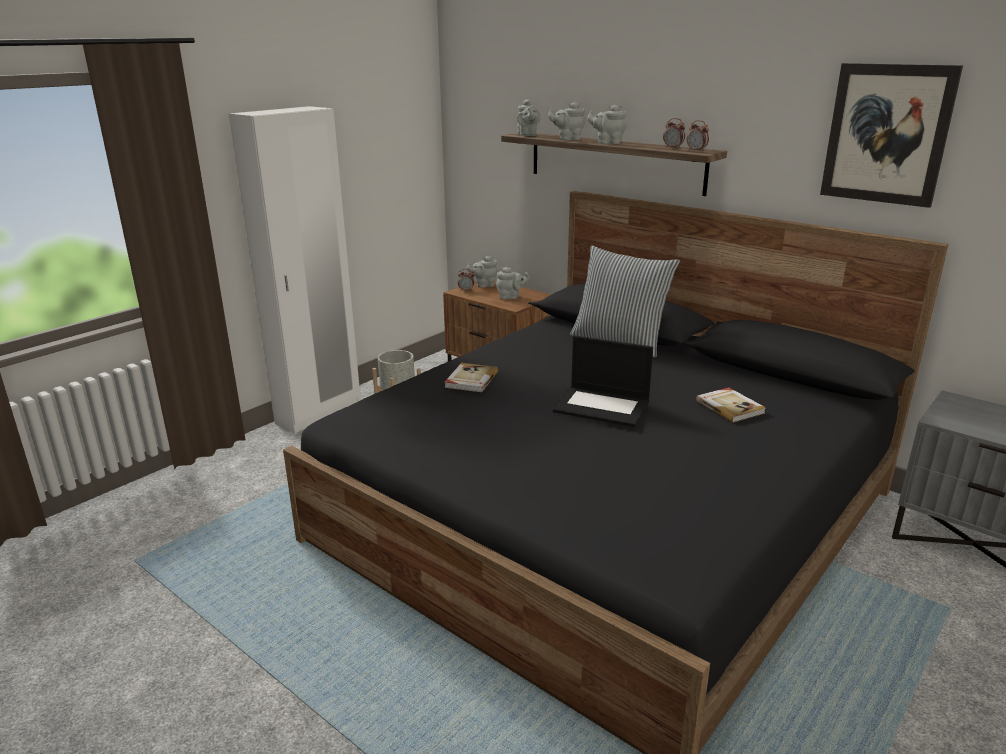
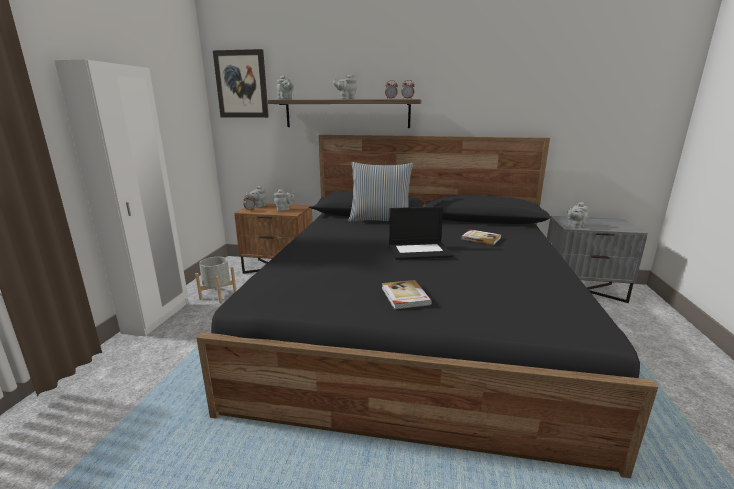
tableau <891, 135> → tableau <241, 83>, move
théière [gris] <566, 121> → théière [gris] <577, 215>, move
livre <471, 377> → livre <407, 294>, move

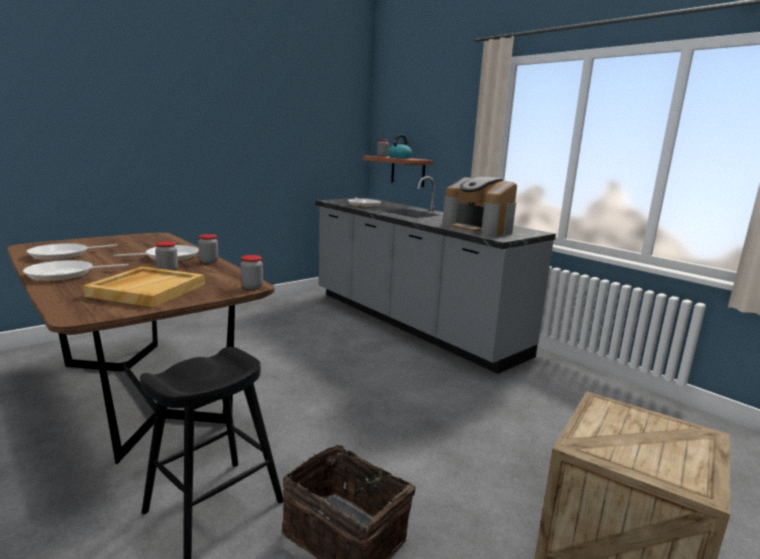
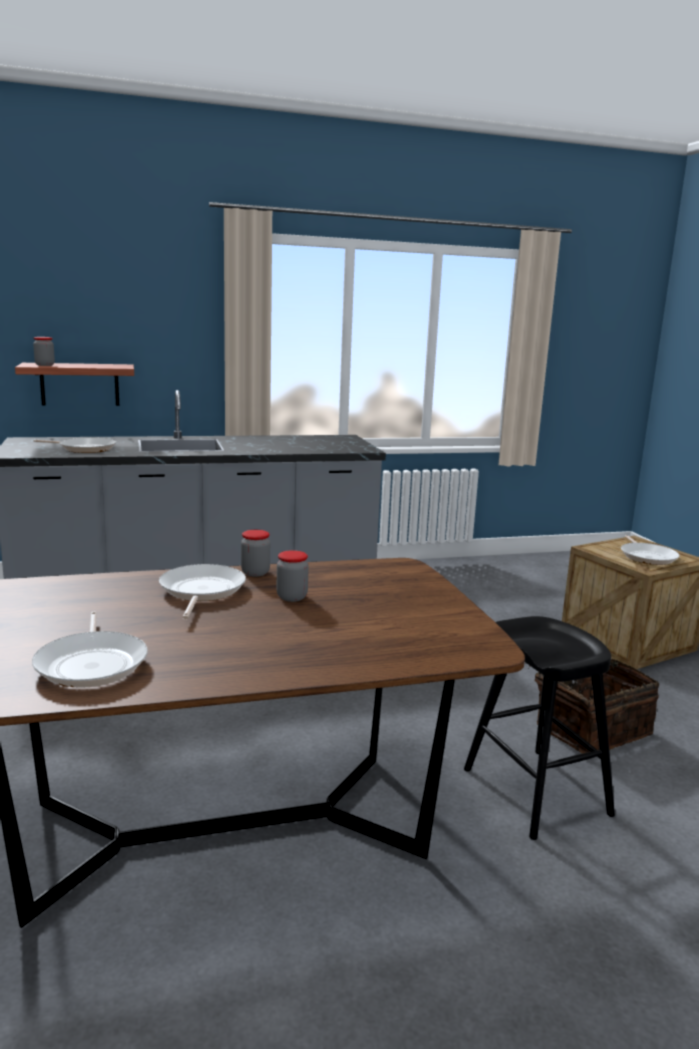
bouilloire <400, 146> → -
machine à café <479, 207> → -
bocal <251, 272> → -
poêle <75, 270> → poêle <650, 550>, move
plateau [beige] <144, 287> → -

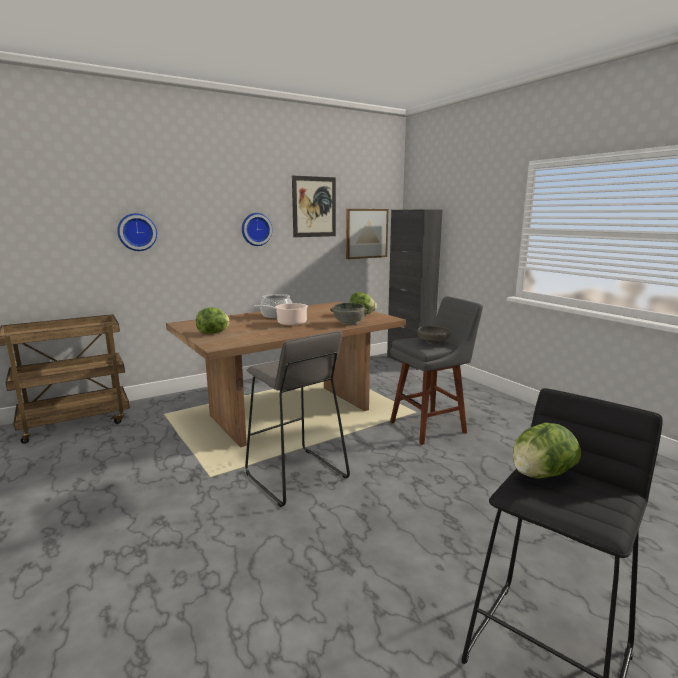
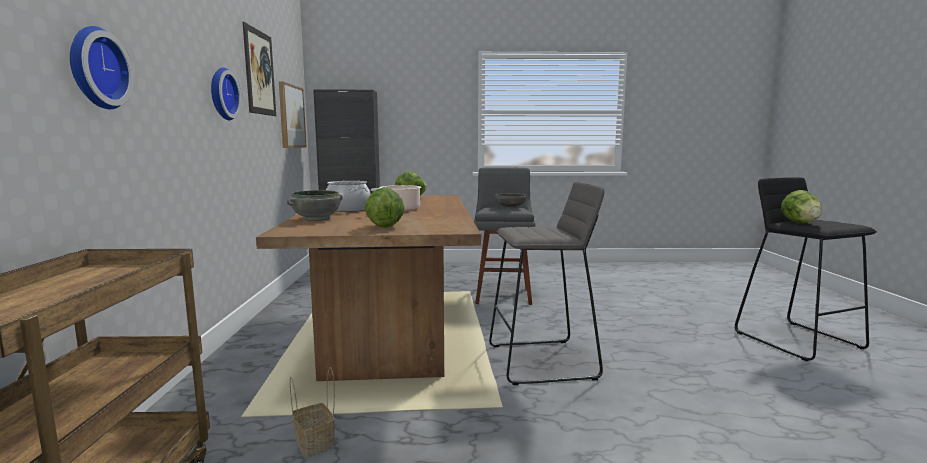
bol [gris] <349, 314> → bol [gris] <314, 205>, move
- → panier <312, 412>

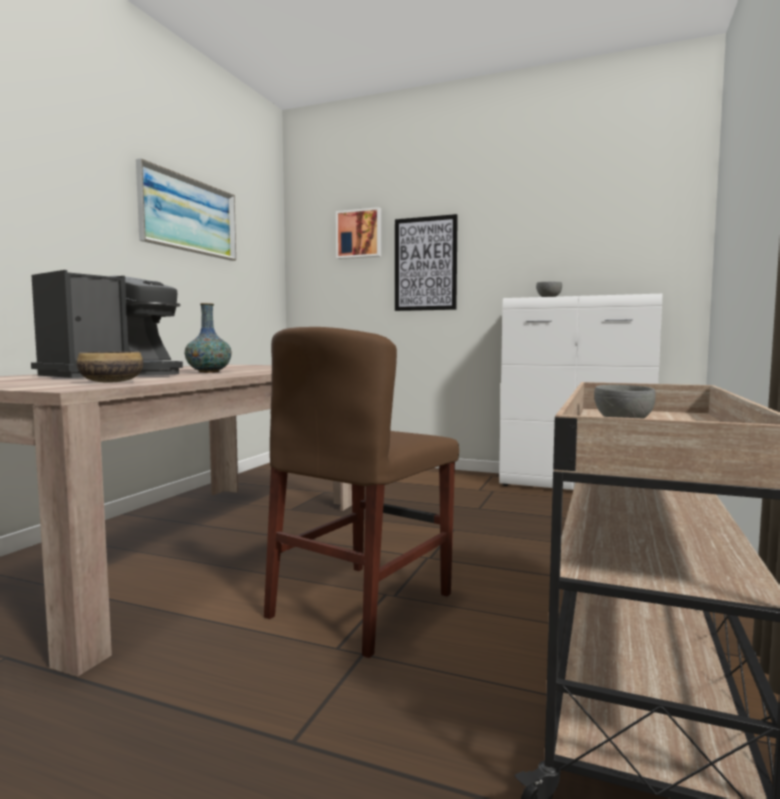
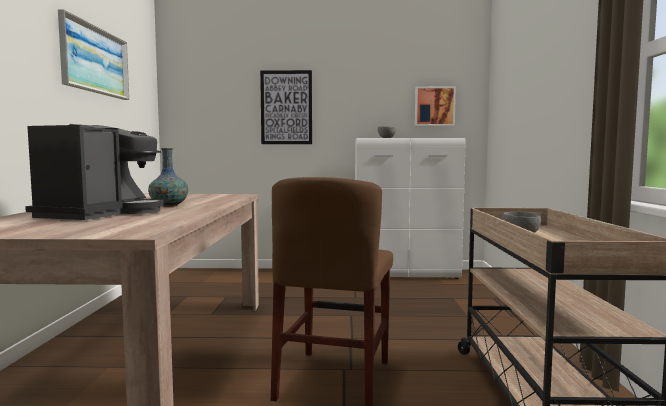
tableau <358, 233> → tableau <435, 106>, move
bol <110, 367> → -

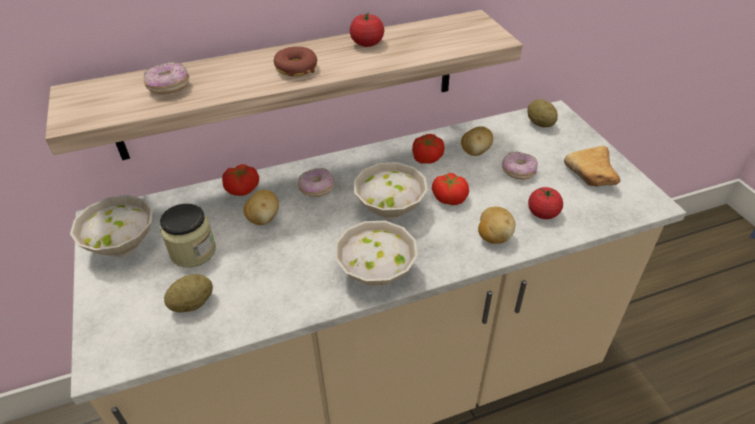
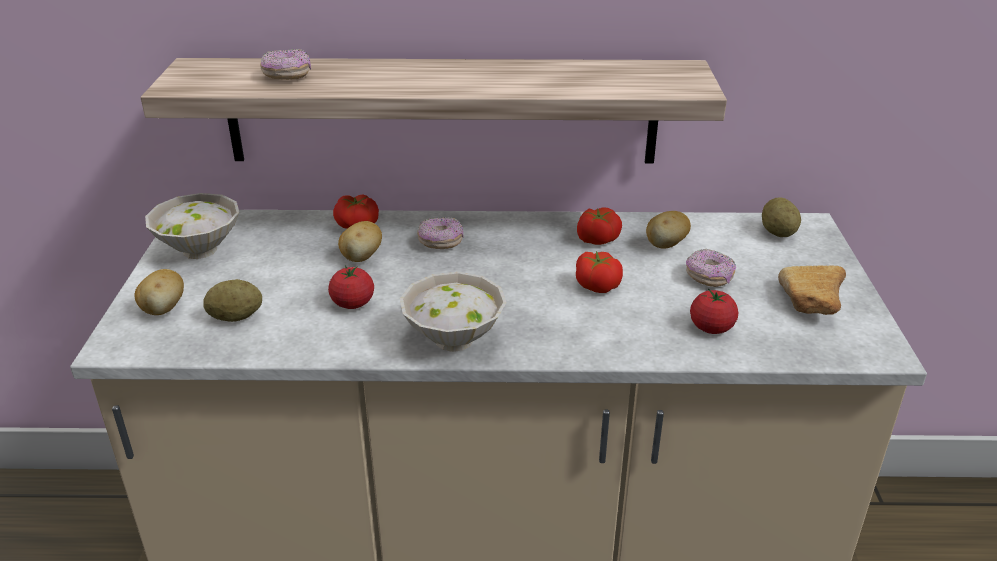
tomate <367, 29> → tomate <351, 287>, move
beignet <295, 61> → -
bol [blanc] <391, 191> → -
bocal <188, 235> → -
pomme de terre <496, 225> → pomme de terre <159, 292>, move

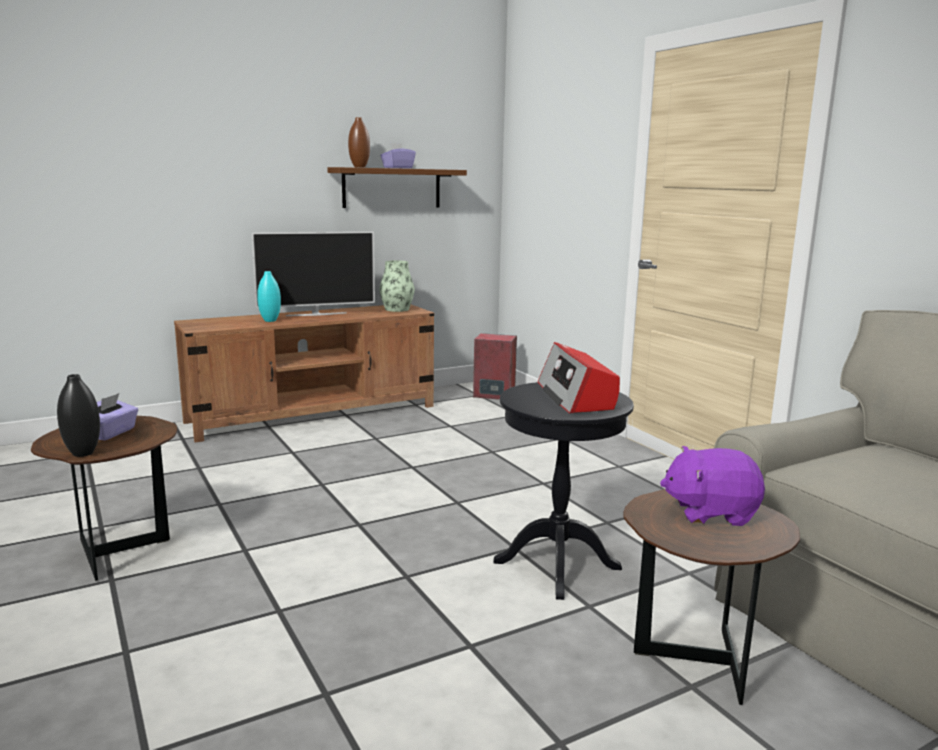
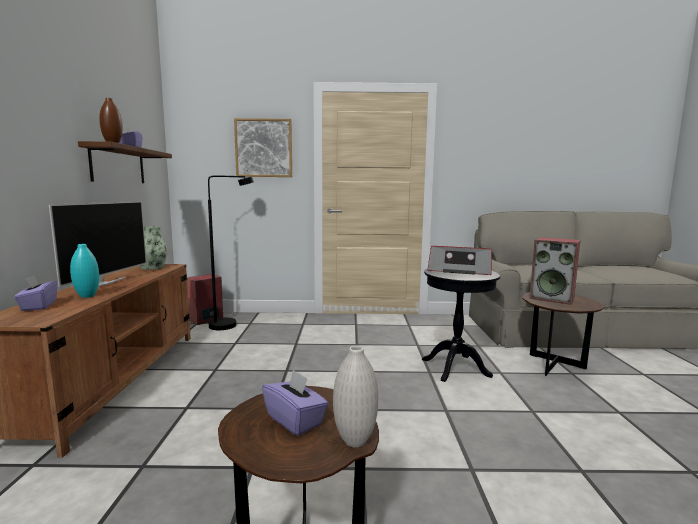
vase [noir] <78, 415> → vase [blanc] <355, 397>
peluche [violet] <712, 486> → enceinte <555, 271>
- → tableau <263, 147>
- → lampadaire [noir] <231, 252>
- → boîte à mouchoirs [violet] <35, 293>

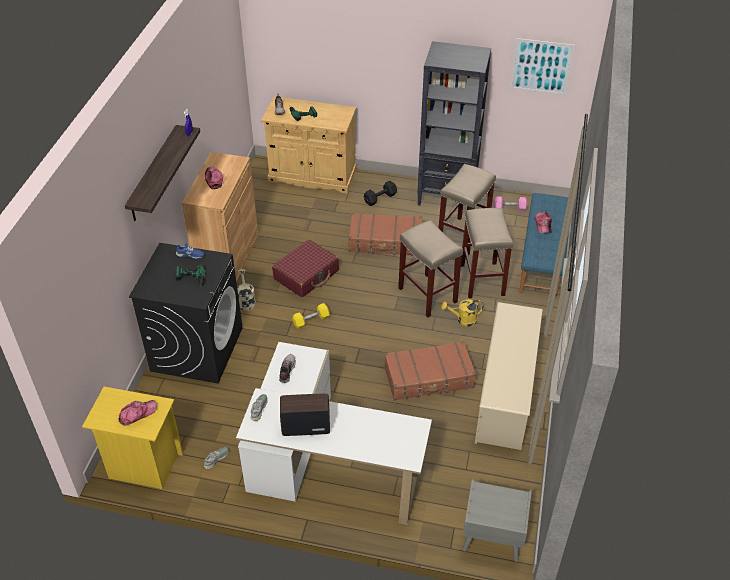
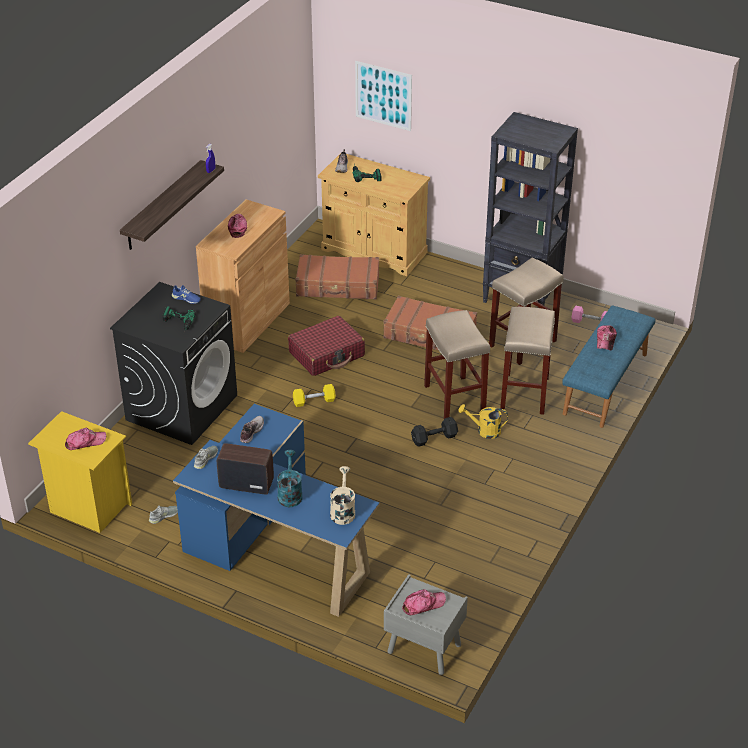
tableau <542, 66> → tableau <383, 96>, move
haltère [noir] <380, 193> → haltère [noir] <434, 432>, move
arrosoir [beige] <246, 290> → arrosoir [beige] <342, 495>, move
étagère à chaussures [beige] <509, 376> → -
valise [marron] <430, 371> → valise [marron] <337, 276>, move
bureau [blanc] <334, 433> → bureau [bleu] <276, 510>
- → arrosoir [turquoise] <289, 478>
- → casquette <424, 602>

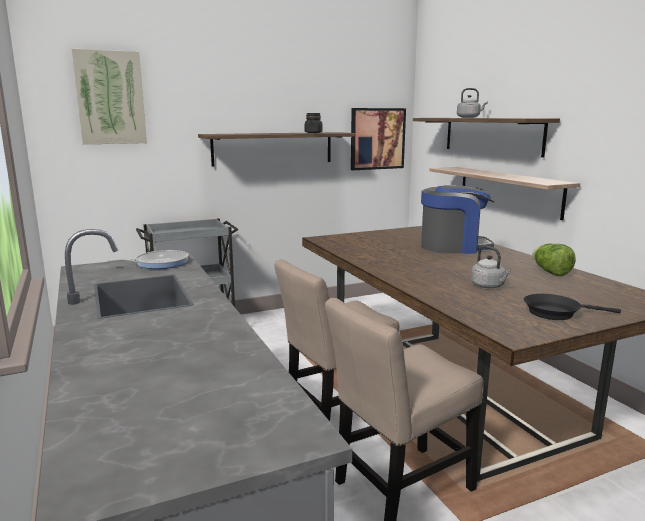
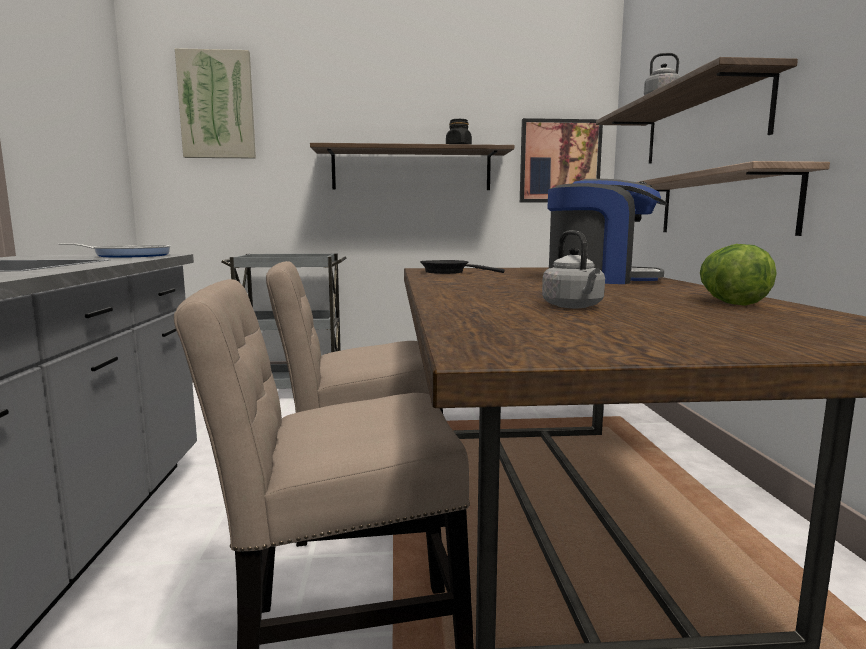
poêle [noir] <572, 307> → poêle [noir] <462, 267>, move

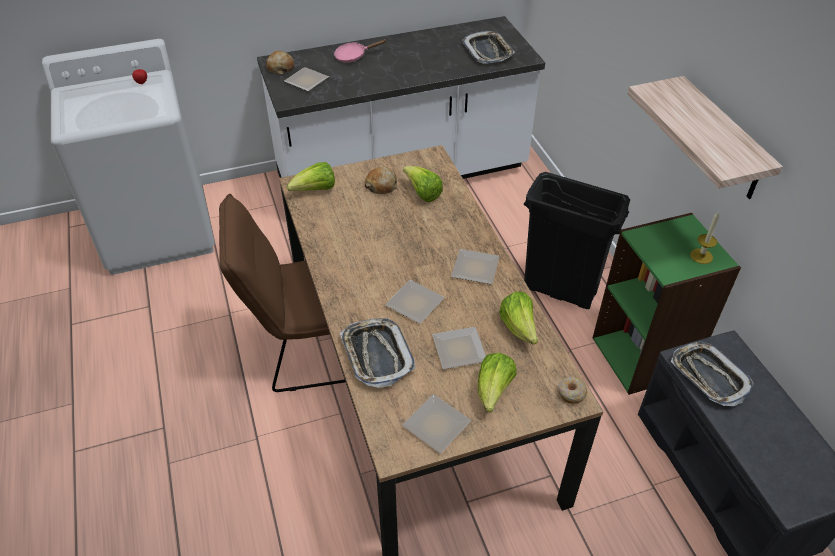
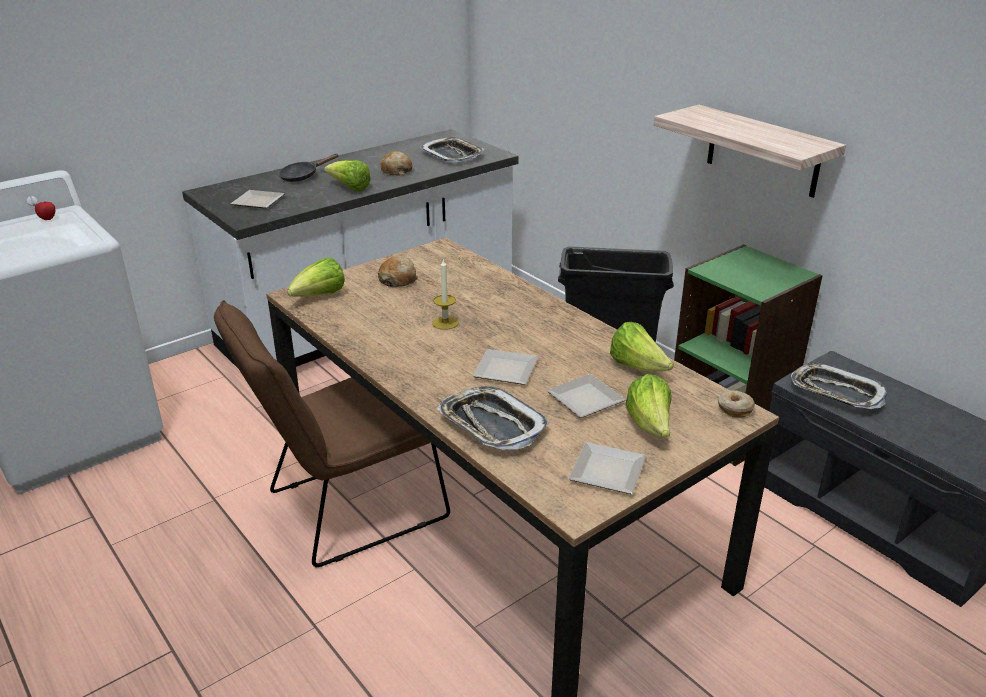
poêle [rose] <360, 51> → poêle [noir] <309, 168>
pain <280, 63> → pain <396, 163>, move
laitue <423, 184> → laitue <347, 176>, move
bougie <704, 237> → bougie <445, 294>, move
assiette <475, 266> → -

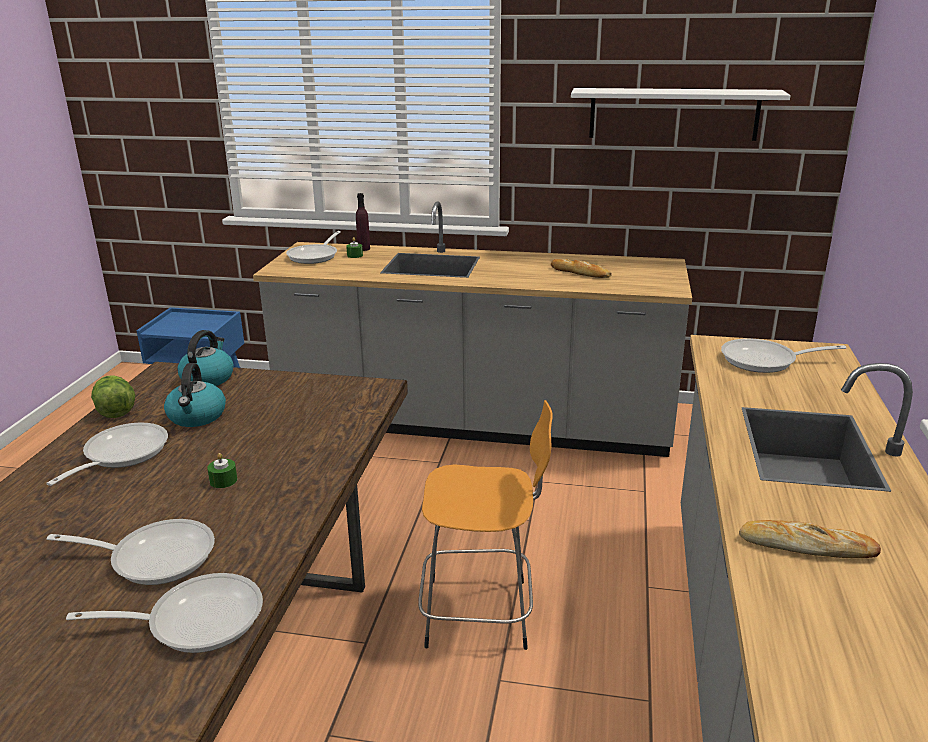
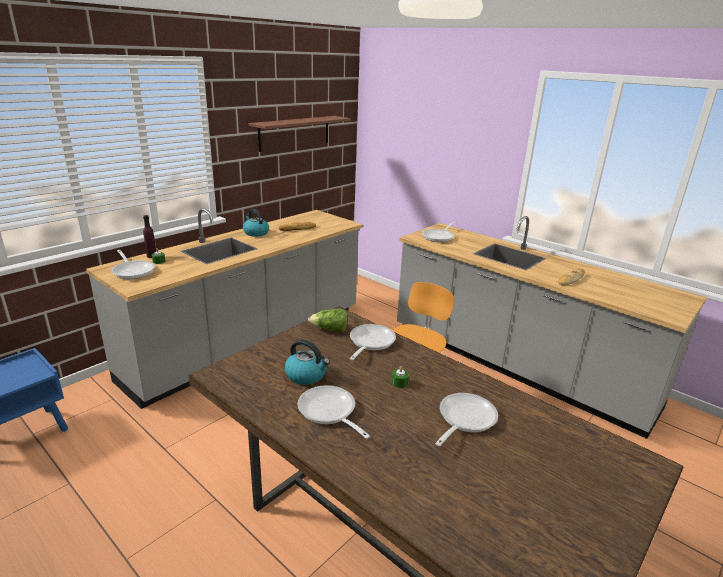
étagère [blanc] <680, 114> → étagère [marron] <300, 134>
bouilloire <205, 358> → bouilloire <256, 223>, move
laitue <113, 396> → laitue <328, 320>, move
poêle <164, 613> → poêle <373, 342>, move

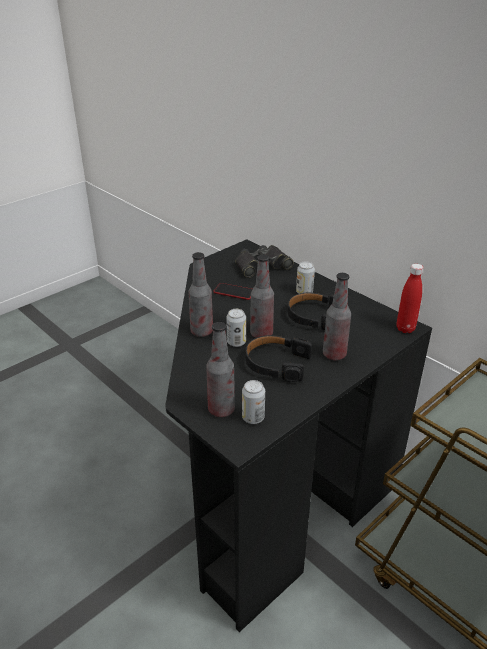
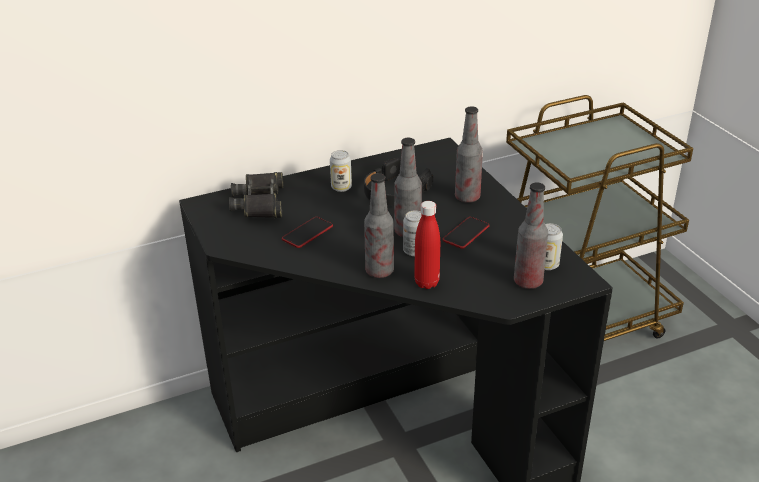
bouteille [rouge] <409, 298> → bouteille [rouge] <427, 245>, move
casque audio [noir] <279, 358> → téléphone <466, 233>

